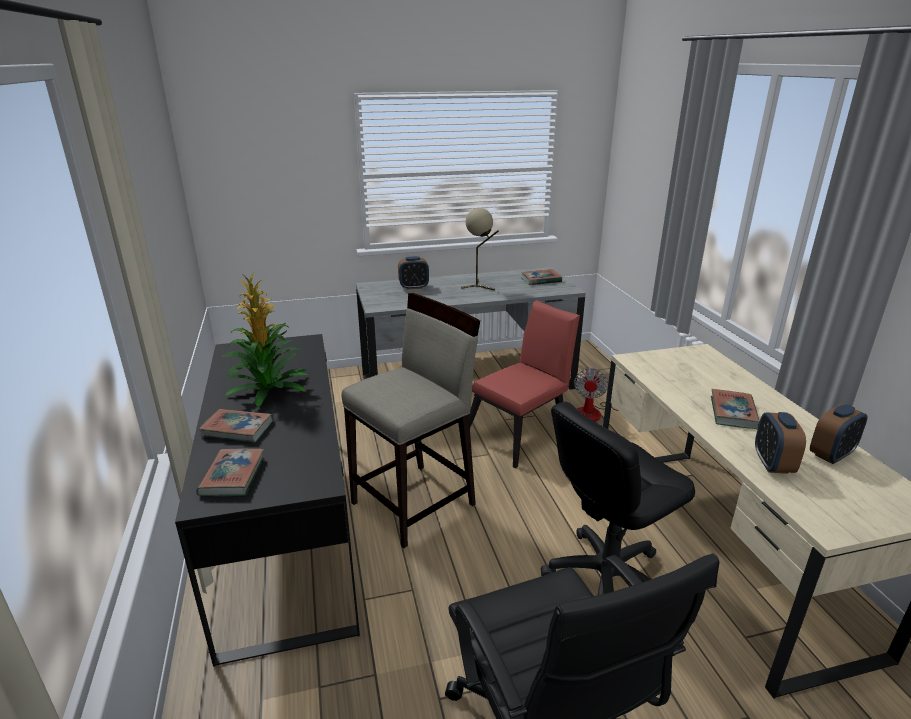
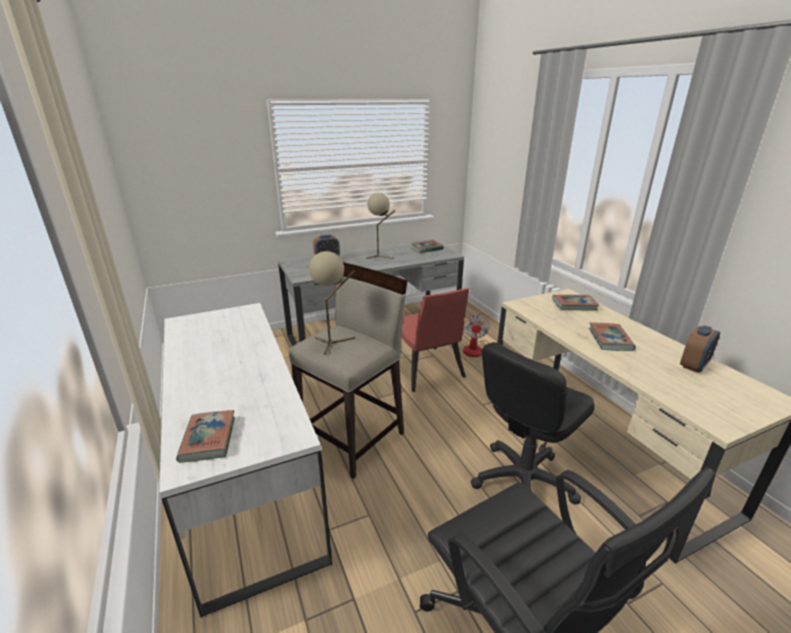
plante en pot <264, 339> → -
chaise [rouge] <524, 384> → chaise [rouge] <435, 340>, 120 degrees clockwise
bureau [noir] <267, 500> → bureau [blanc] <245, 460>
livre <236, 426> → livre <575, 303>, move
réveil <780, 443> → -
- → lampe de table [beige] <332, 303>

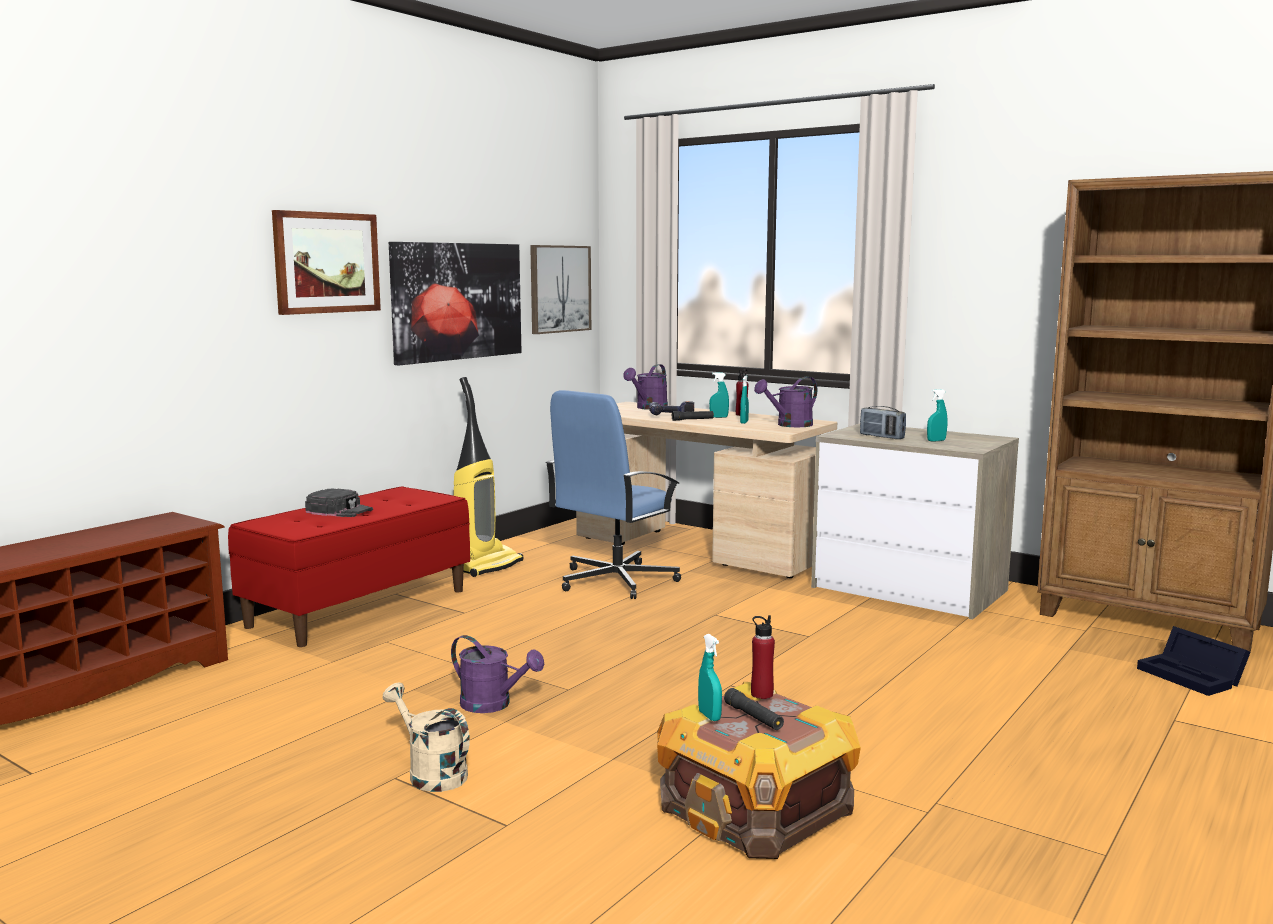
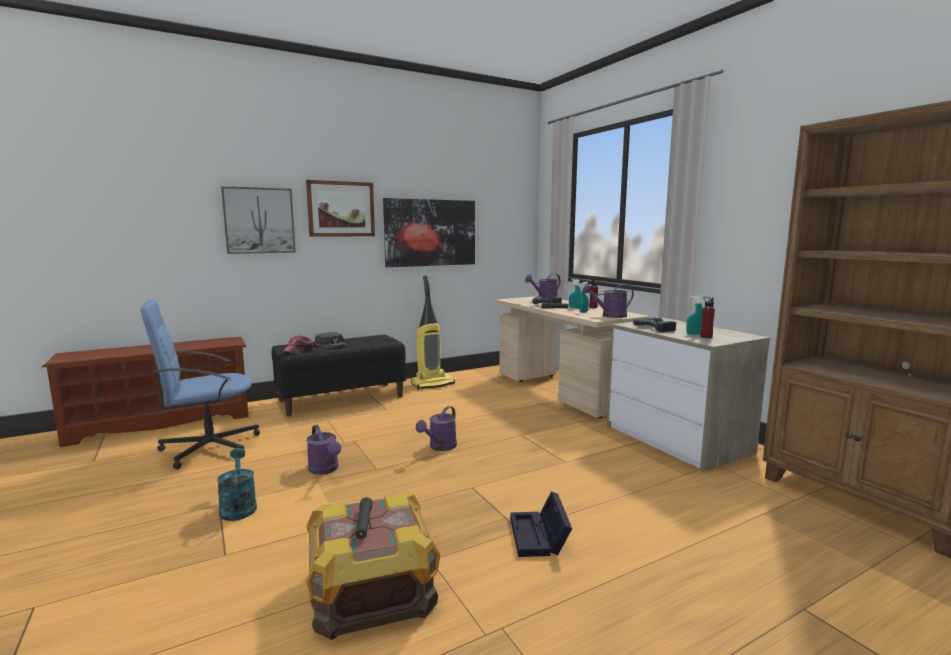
tableau <560, 289> → tableau <258, 220>, move
chaise de bureau [bleu] <613, 494> → chaise de bureau [bleu] <200, 384>, move
radio <883, 422> → perceuse <655, 324>
banc [rouge] <349, 567> → banc [noir] <339, 375>
bouteille [rouge] <763, 657> → bouteille [rouge] <708, 317>, move
boîte de rangement [noir] <1194, 661> → boîte de rangement [noir] <541, 524>, move
vaporisateur [turquoise] <710, 677> → -
arrosoir [beige] <426, 737> → arrosoir [turquoise] <237, 484>
- → casquette <297, 345>
- → arrosoir [violet] <436, 428>

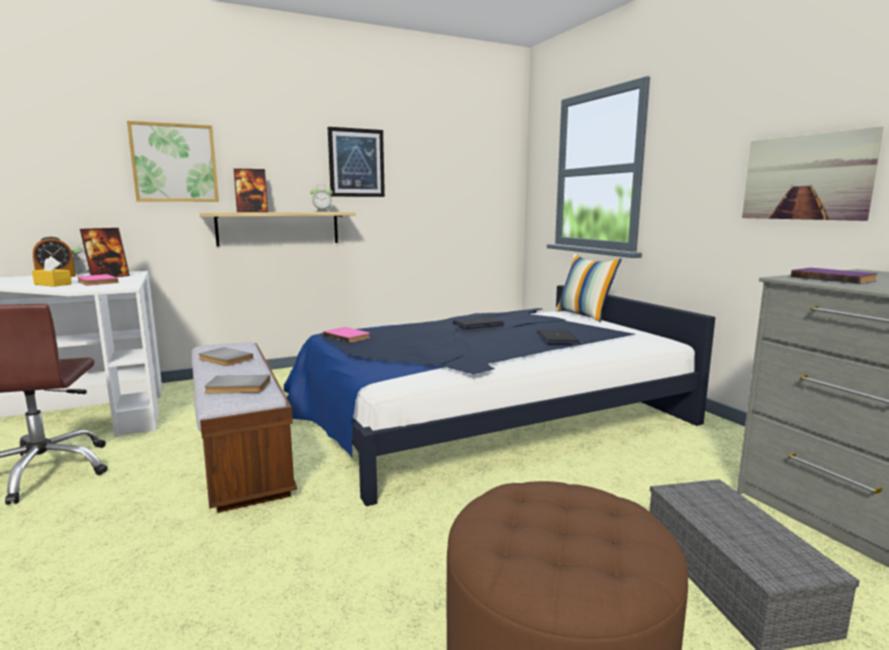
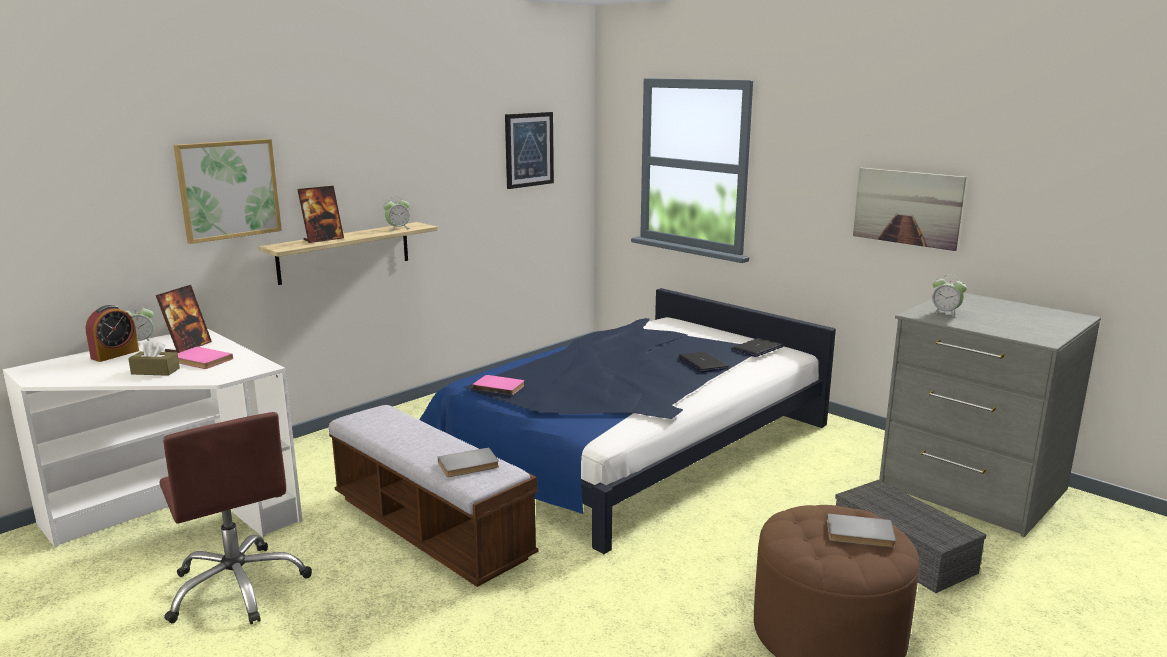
tableau <356, 162> → tableau <529, 150>, move
coussin <588, 288> → -
boîte à mouchoirs [jaune] <52, 271> → boîte à mouchoirs [marron] <154, 357>
livre [violet] <834, 276> → réveil <948, 296>
ordinateur portable <479, 323> → ordinateur portable <757, 347>, move
livre [gris] <226, 356> → livre [gris] <861, 530>, move

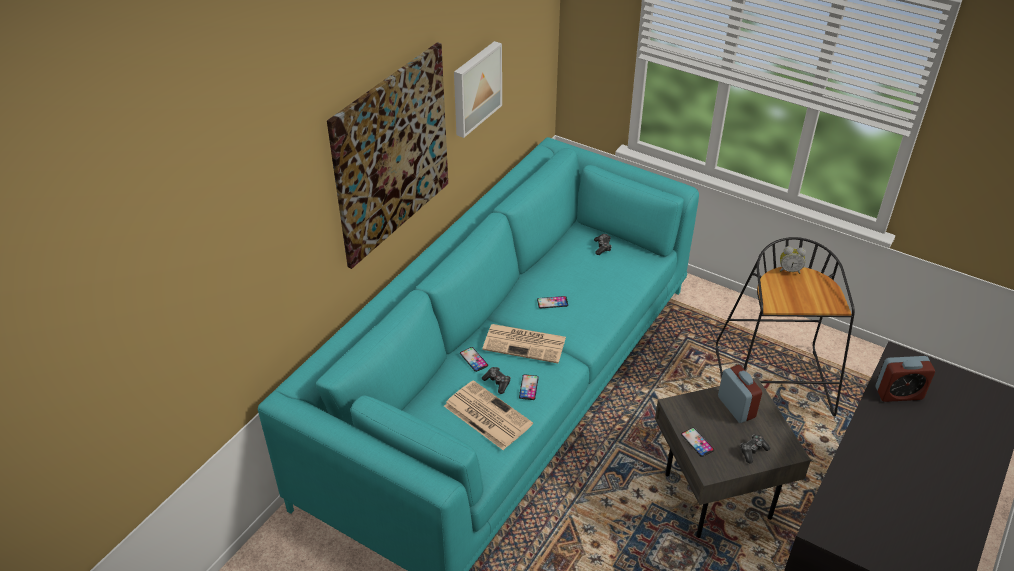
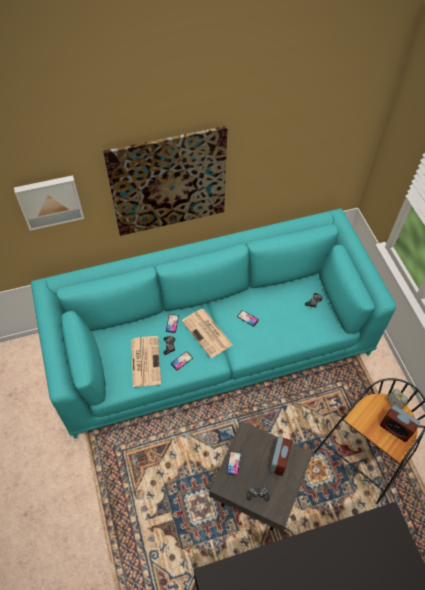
tableau <478, 89> → tableau <49, 203>, move
réveil <905, 379> → réveil <400, 423>, move

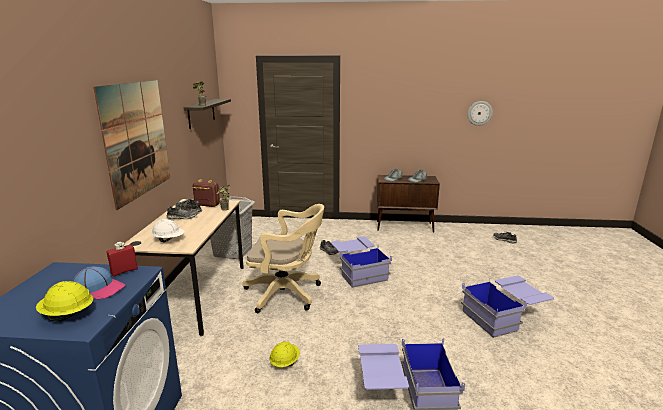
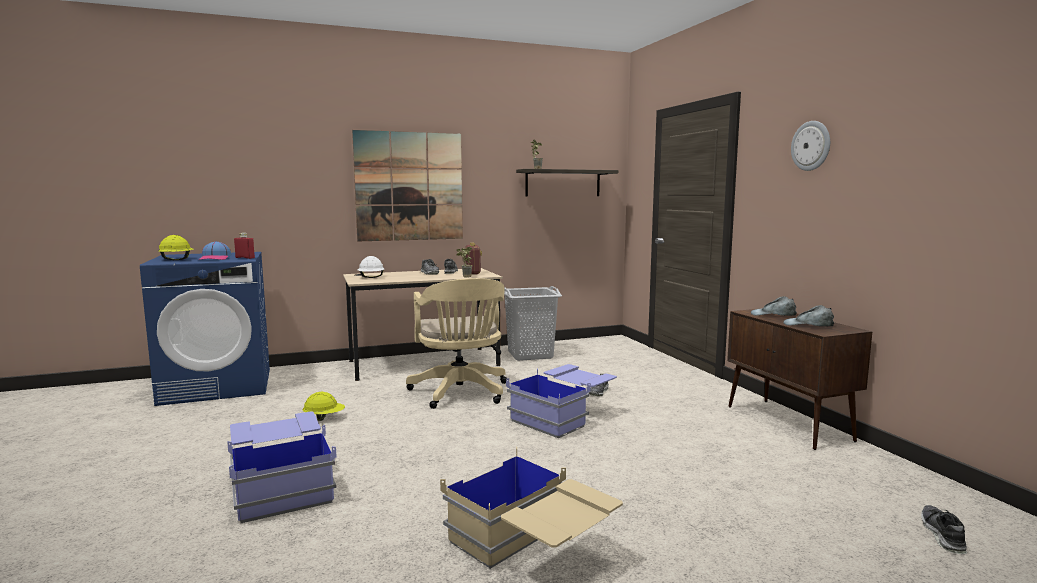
horloge murale <480, 113> → horloge murale <810, 146>, move
boîte de rangement [bleu] <507, 306> → boîte de rangement [beige] <531, 508>

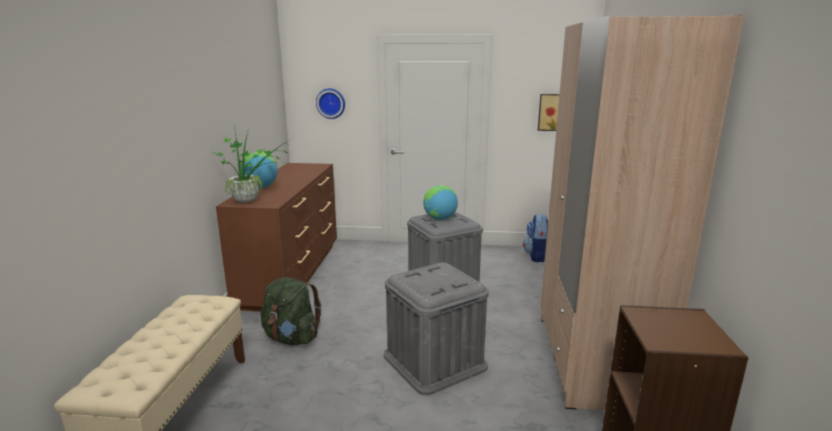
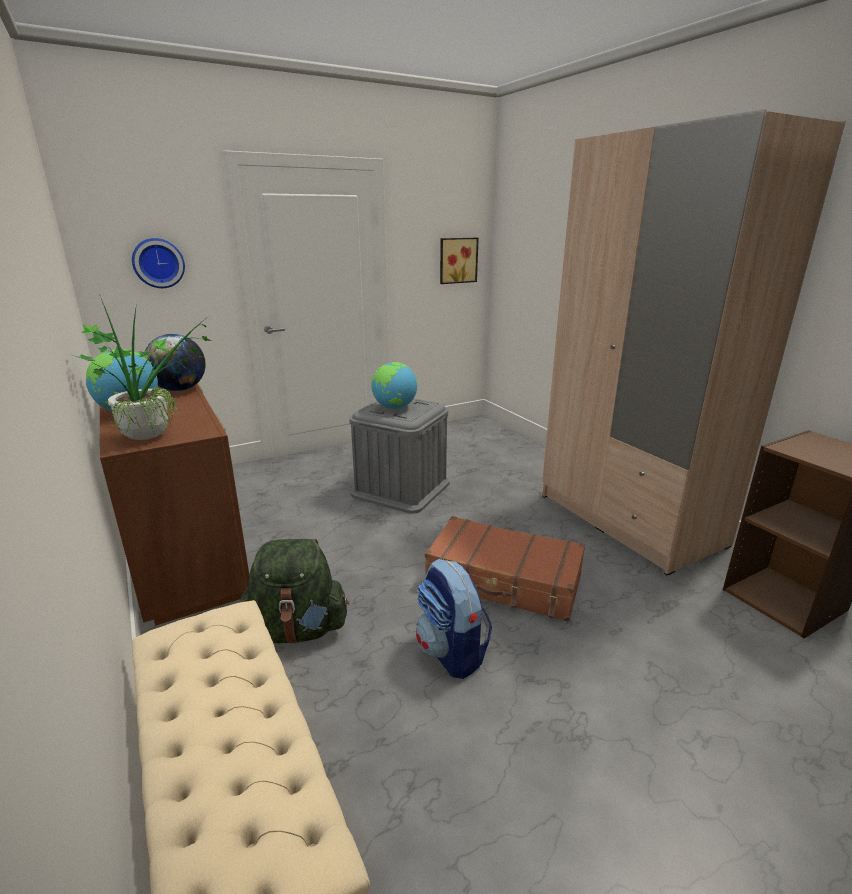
sac à dos <535, 238> → sac à dos <454, 618>, move
boîte de rangement [gris] <436, 328> → valise [marron] <505, 569>
- → globe <175, 362>

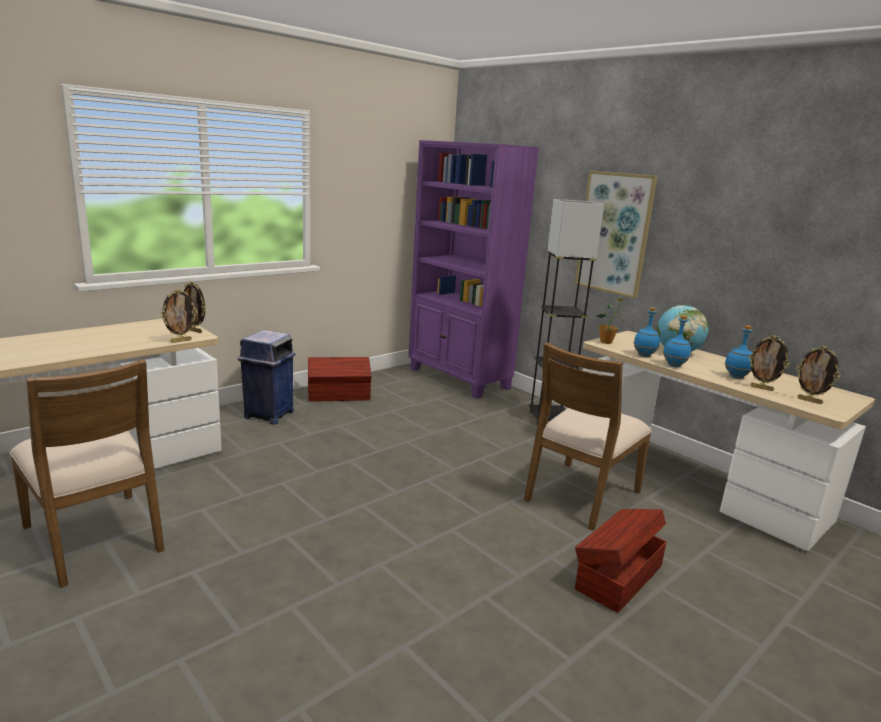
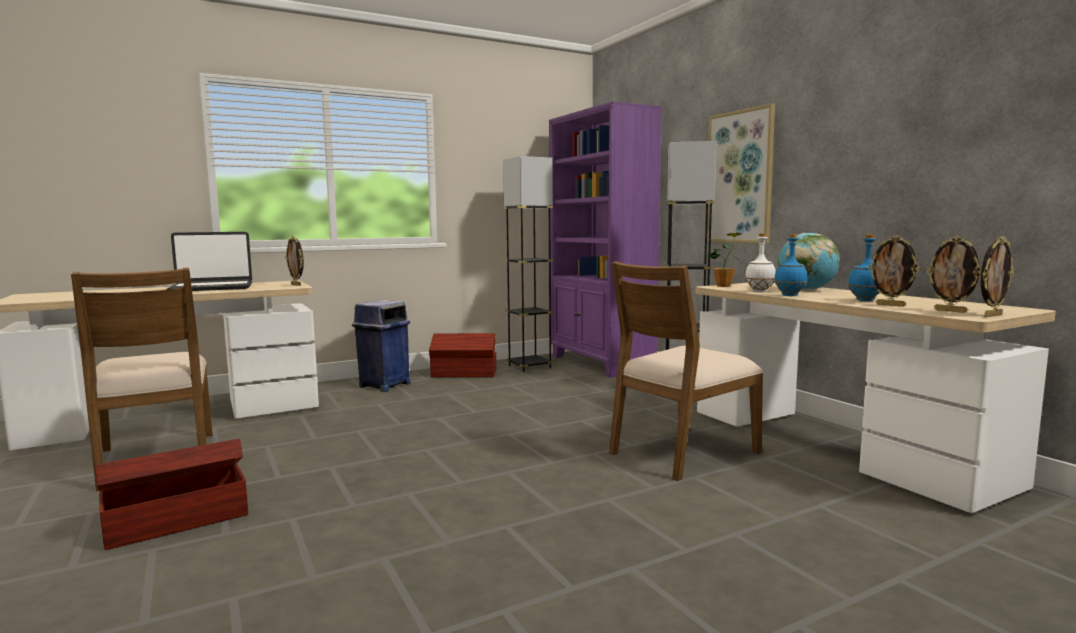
cadre photo <179, 316> → cadre photo <997, 276>, move
bouteille [bleu] <647, 332> → bouteille [blanc] <760, 262>
boîte de rangement [marron] <621, 561> → boîte de rangement [marron] <171, 494>, move
- → lampadaire [gris] <528, 264>
- → ordinateur portable <209, 261>

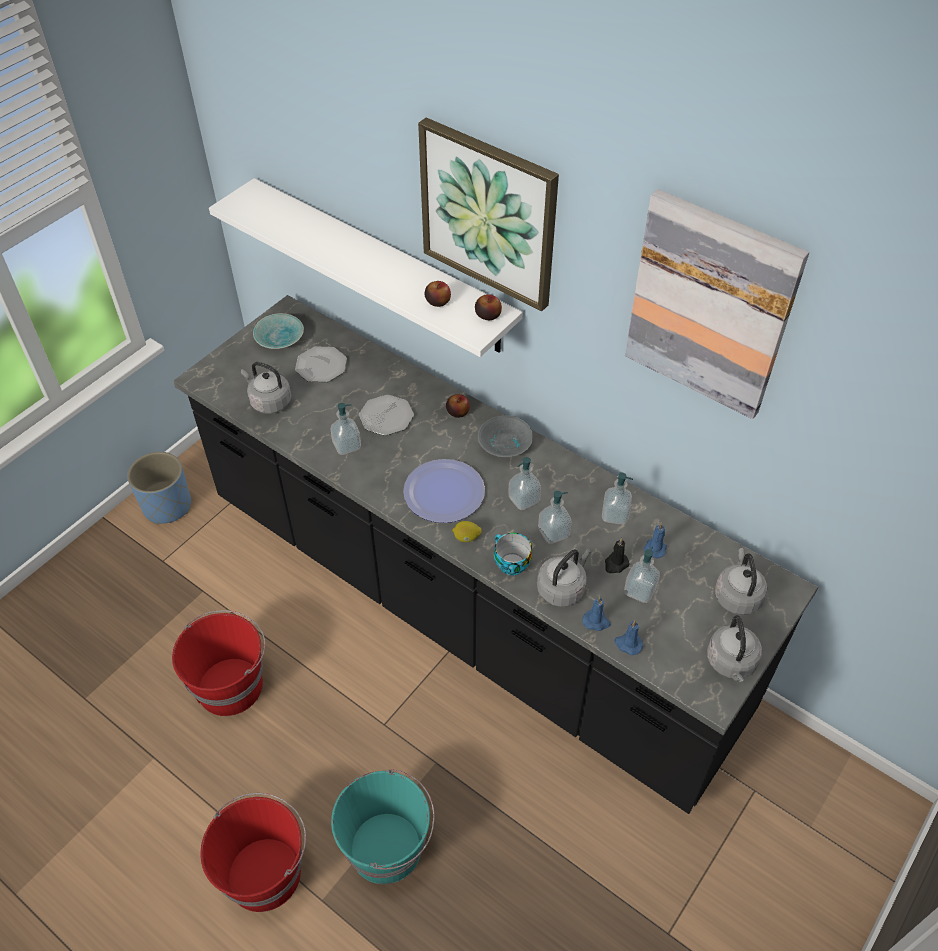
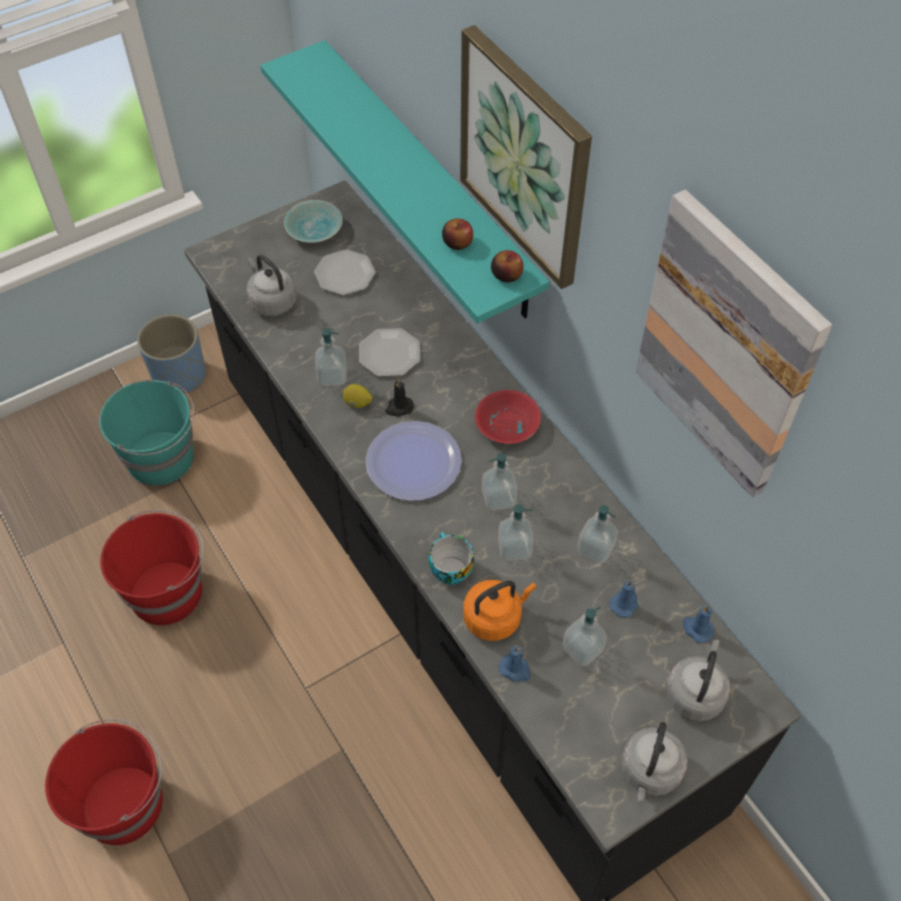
étagère [blanc] <366, 267> → étagère [turquoise] <404, 182>
pomme <458, 406> → -
bol [gris] <505, 436> → bol [rouge] <508, 417>
citron <467, 531> → citron <357, 396>, move
bougie [noir] <617, 555> → bougie [noir] <399, 397>, move
bouilloire [gris] <564, 578> → bouilloire [orange] <500, 610>
bougie [bleu] <628, 637> → bougie [bleu] <698, 624>, move
seau [turquoise] <383, 826> → seau [turquoise] <147, 433>, move

